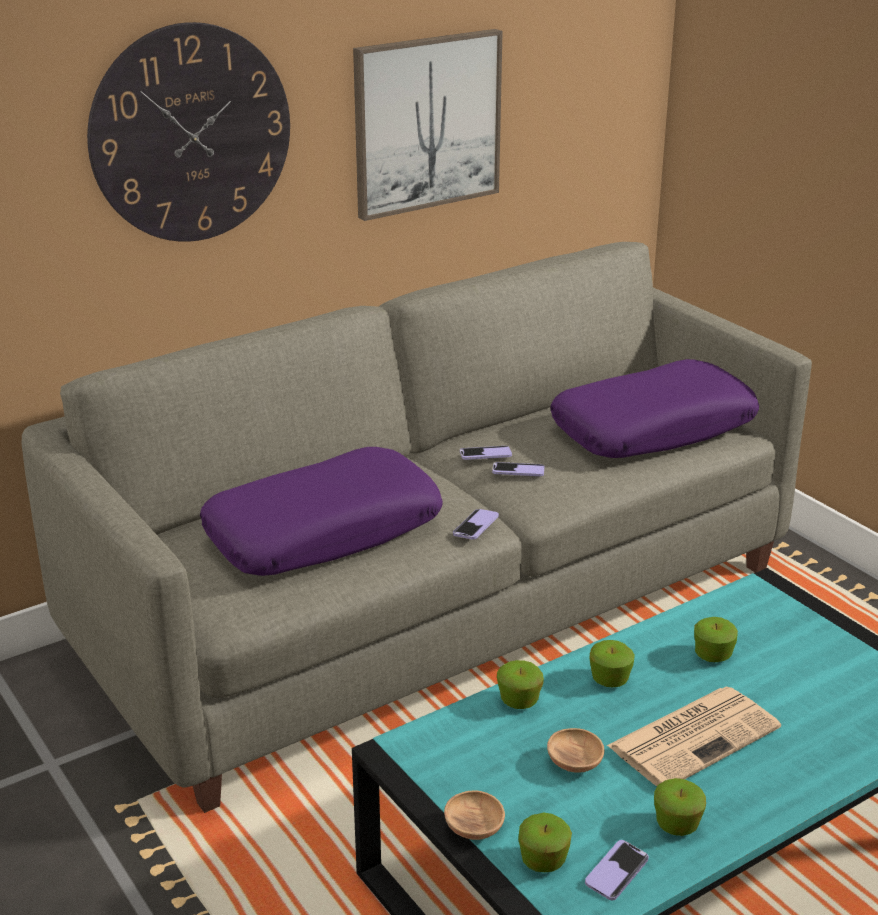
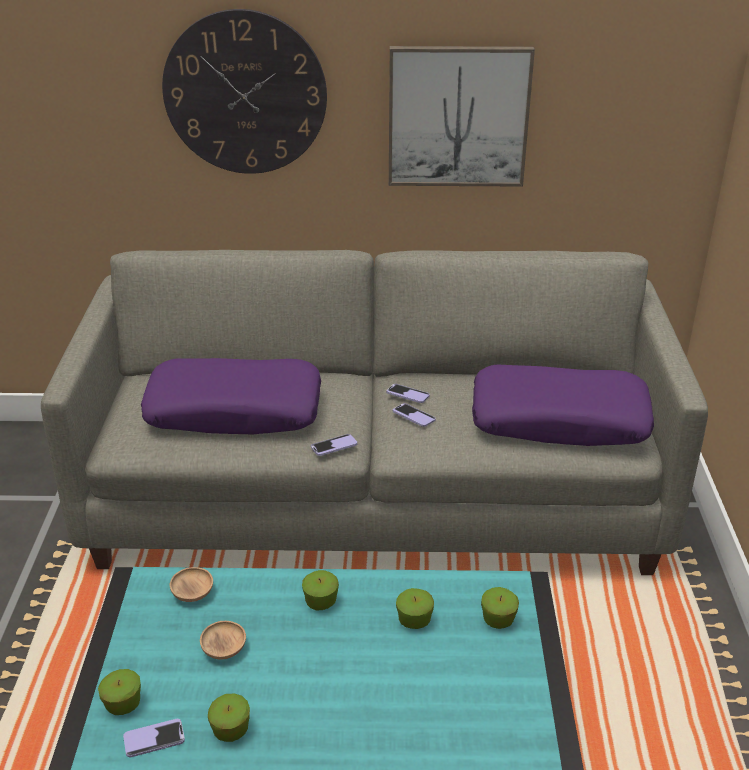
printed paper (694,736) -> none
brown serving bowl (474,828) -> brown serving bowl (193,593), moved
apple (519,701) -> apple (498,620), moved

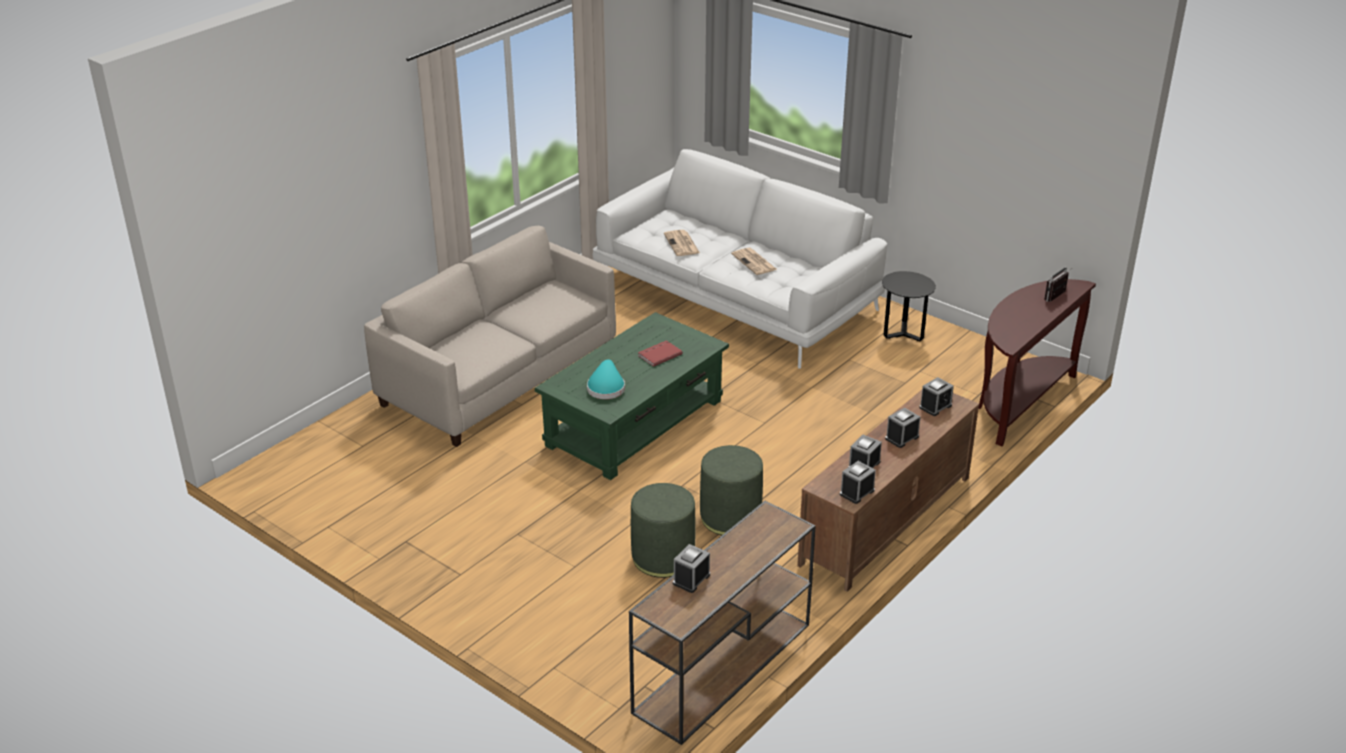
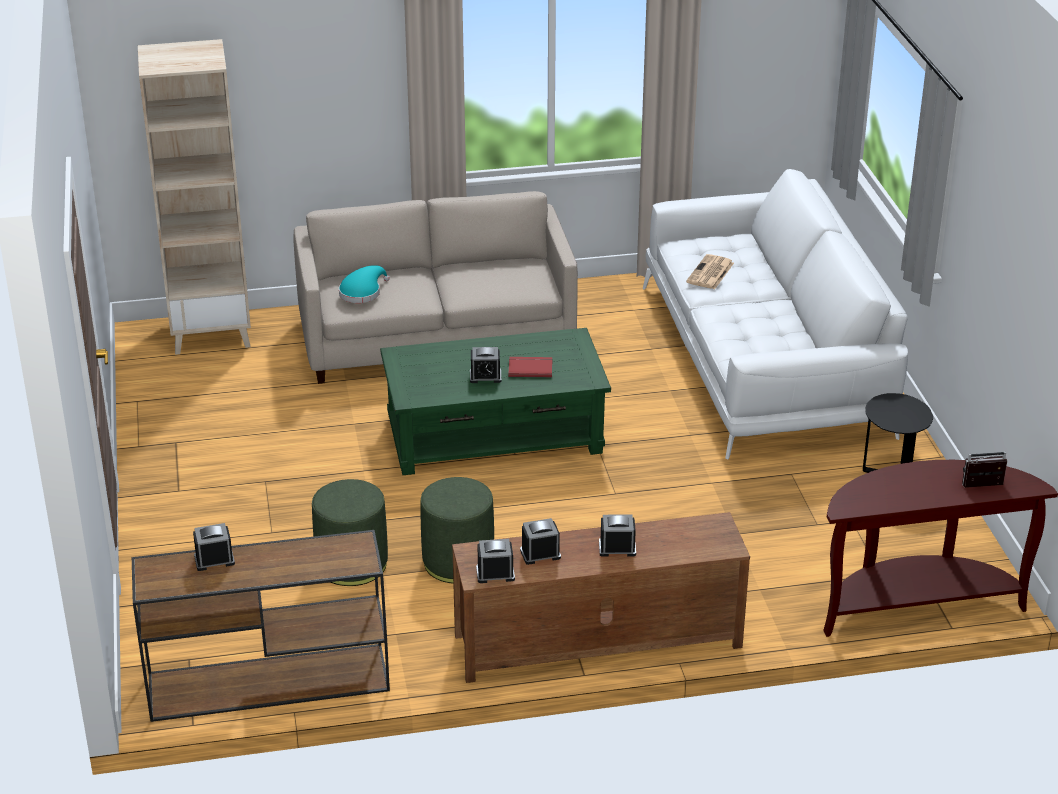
printed paper (754,262) -> none
none -> sand-coloured bookcase (212,334)
turquoise-coloured wearable hat (606,387) -> turquoise-coloured wearable hat (362,292), moved
bedside clock (935,406) -> bedside clock (485,376), moved

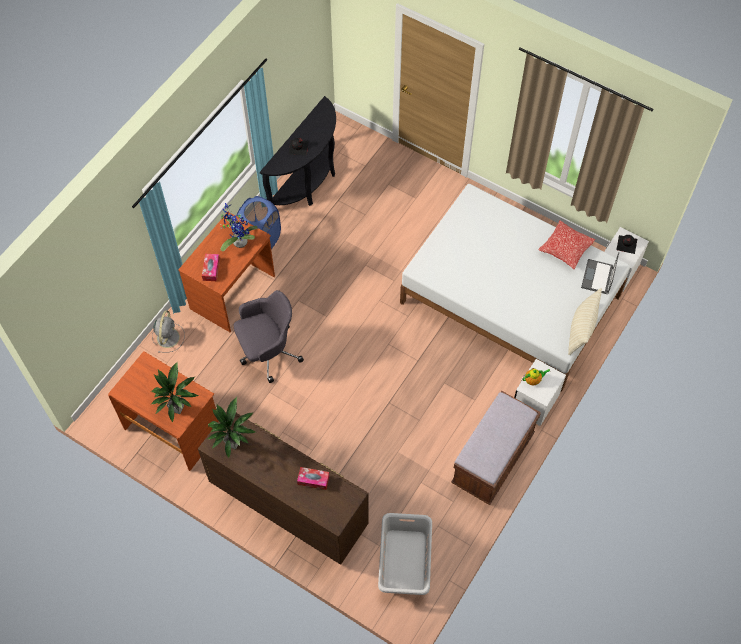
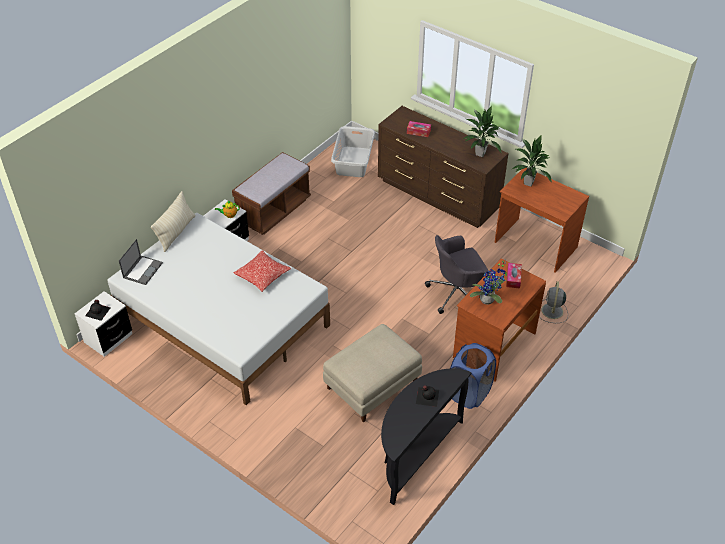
none -> sand-coloured footrest (372,386)
throw pillow (565,248) -> throw pillow (262,275), moved

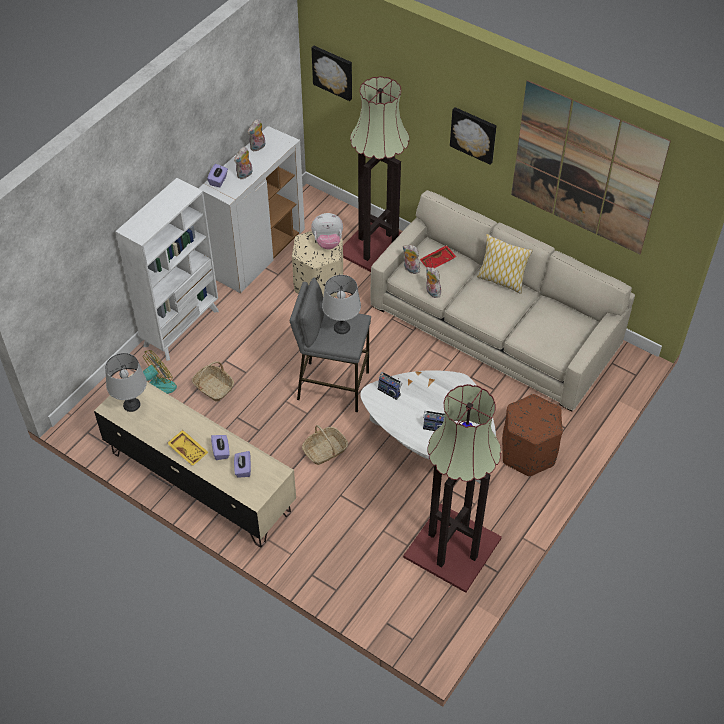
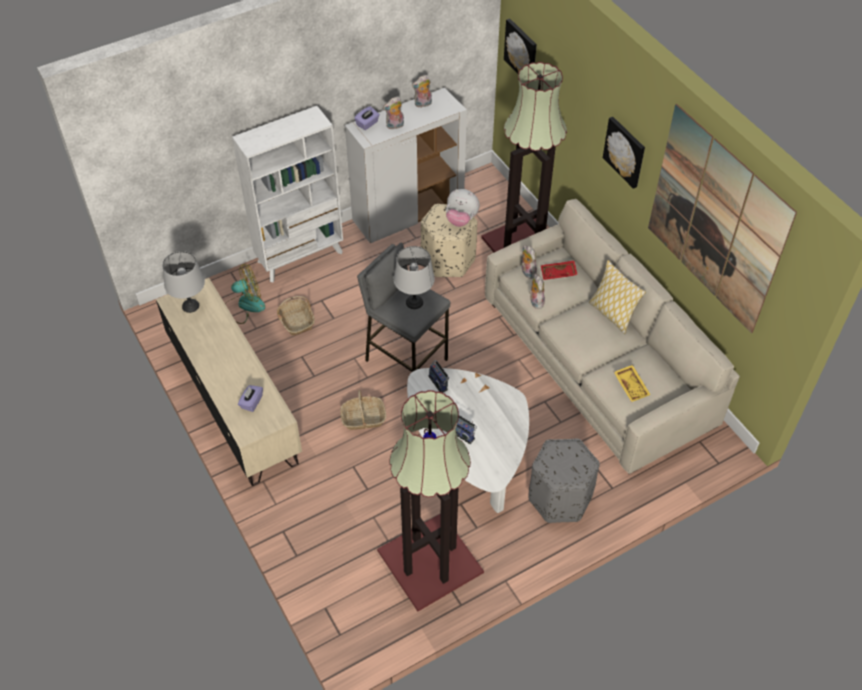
purplish tissue holder (221,451) -> none
yellowish carrying tray (188,450) -> yellowish carrying tray (631,386), moved
brown footrest (528,453) -> grey footrest (559,498)

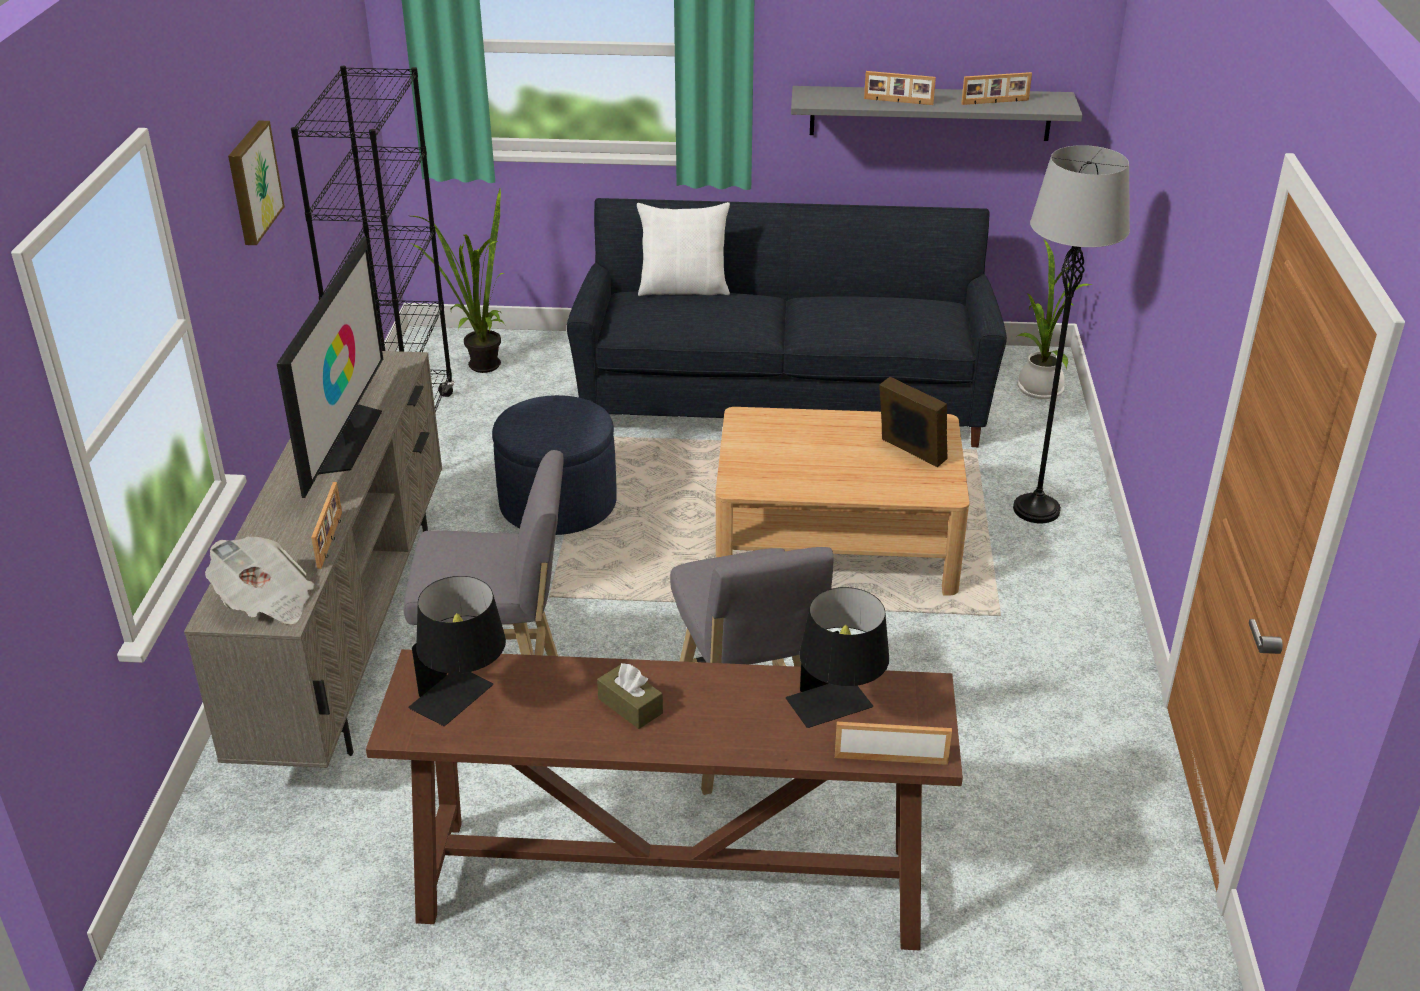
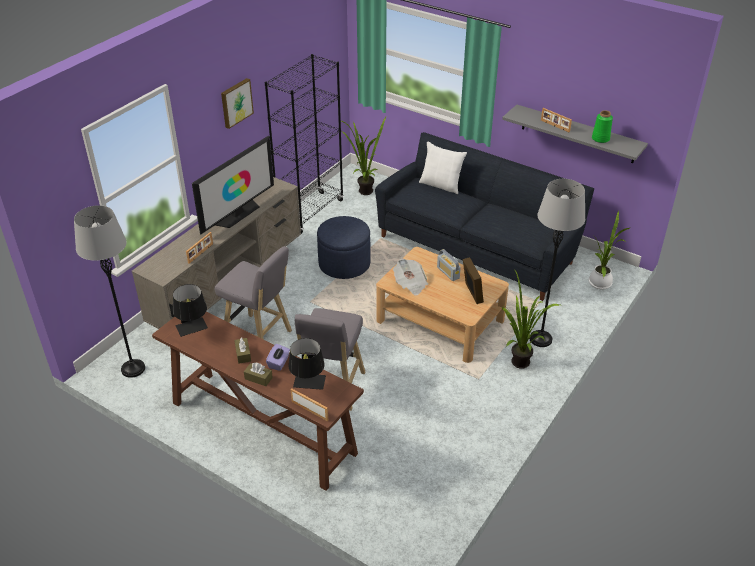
none -> grey floor lamp (133,369)
none -> brown tissue holder (258,378)
none -> purplish tissue holder (279,363)
none -> radio set (448,272)
none -> potted plant (517,365)
printed paper (265,601) -> printed paper (410,284), moved
standing frame (995,102) -> green vase (601,139)

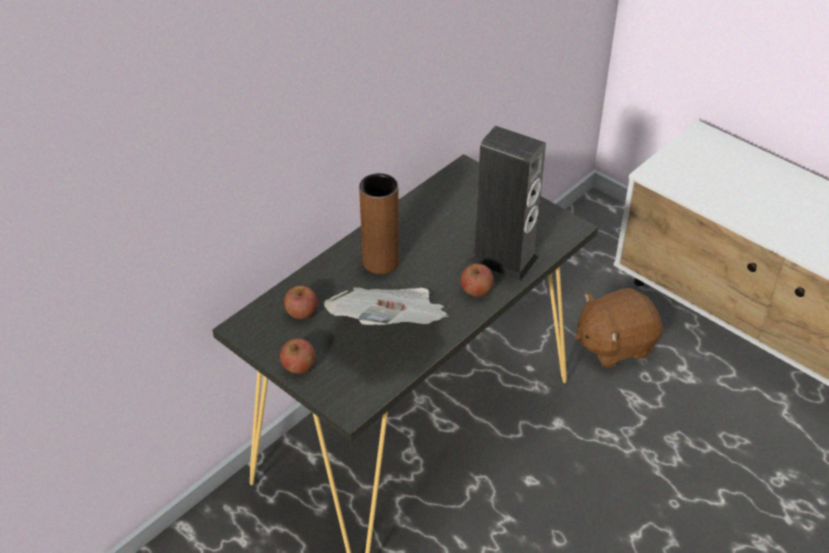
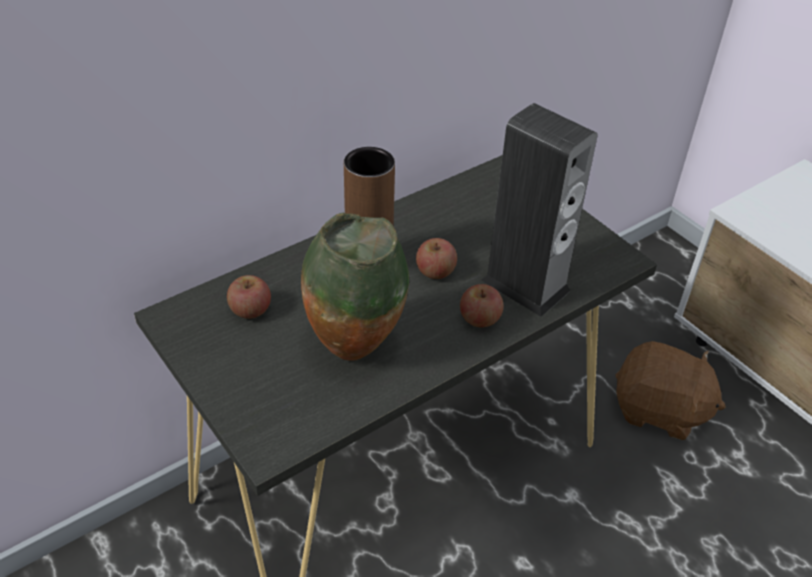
apple (298,366) -> apple (435,271), moved
printed paper (390,327) -> vase (355,349)
brown soft toy (614,344) -> brown soft toy (659,410), 150 degrees counterclockwise

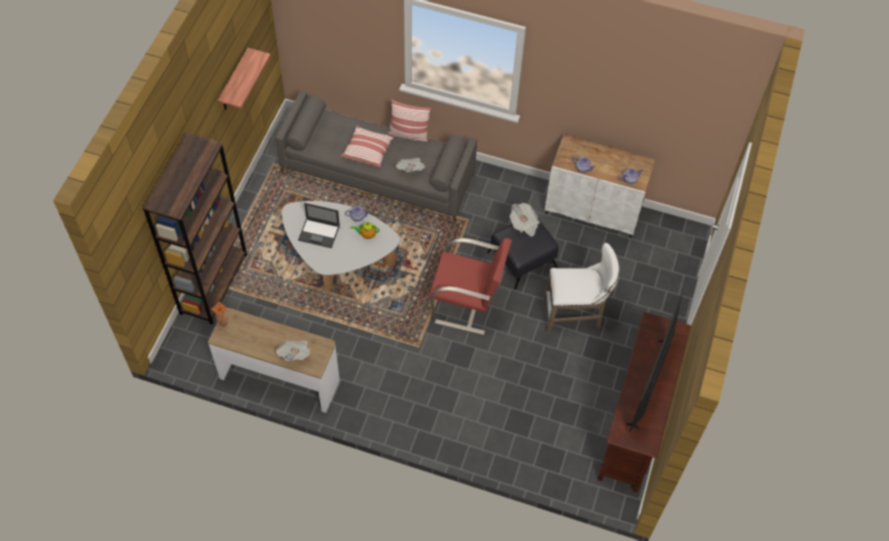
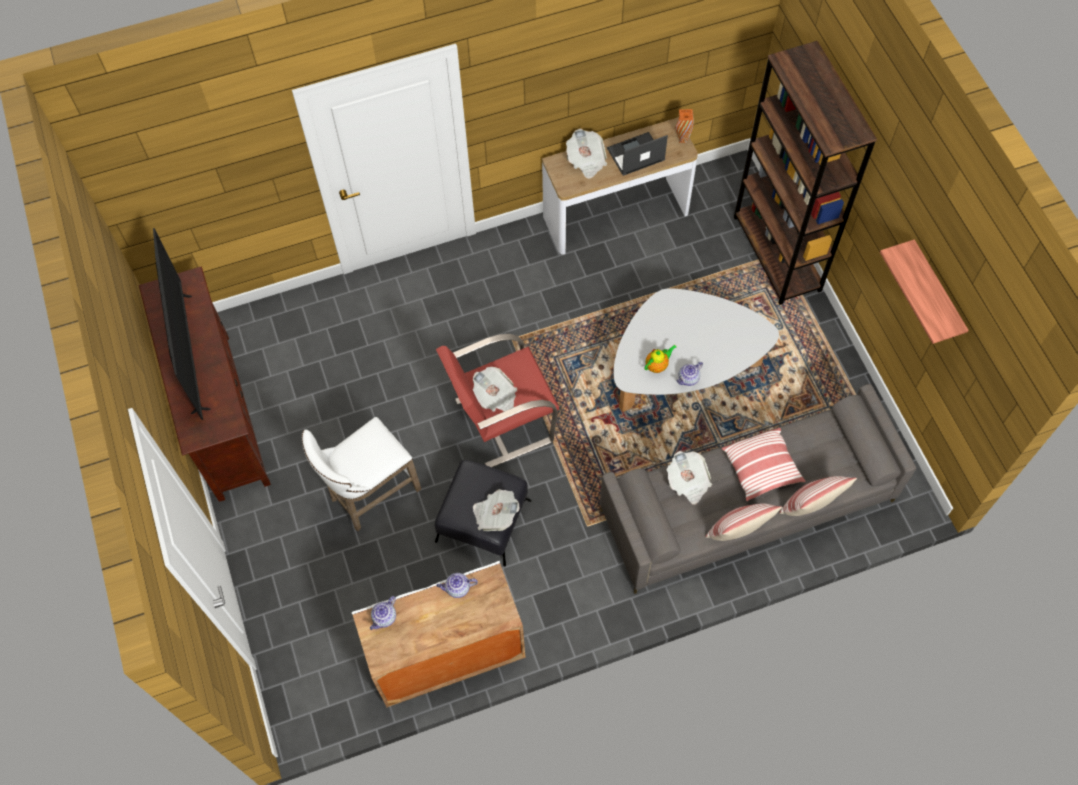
none -> printed paper (495,397)
none -> throw pillow (810,505)
laptop (319,233) -> laptop (635,154), moved

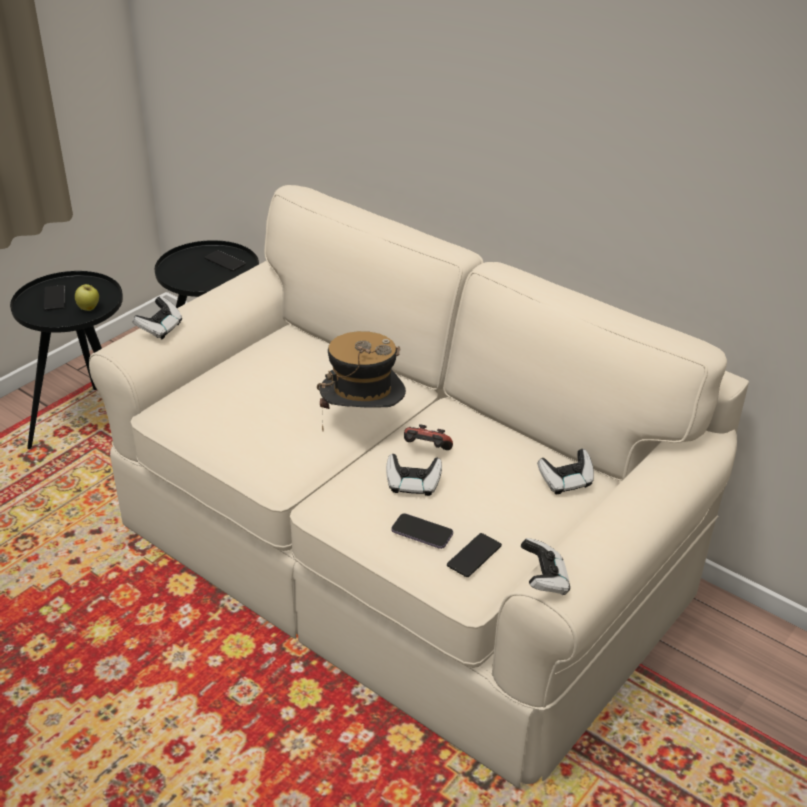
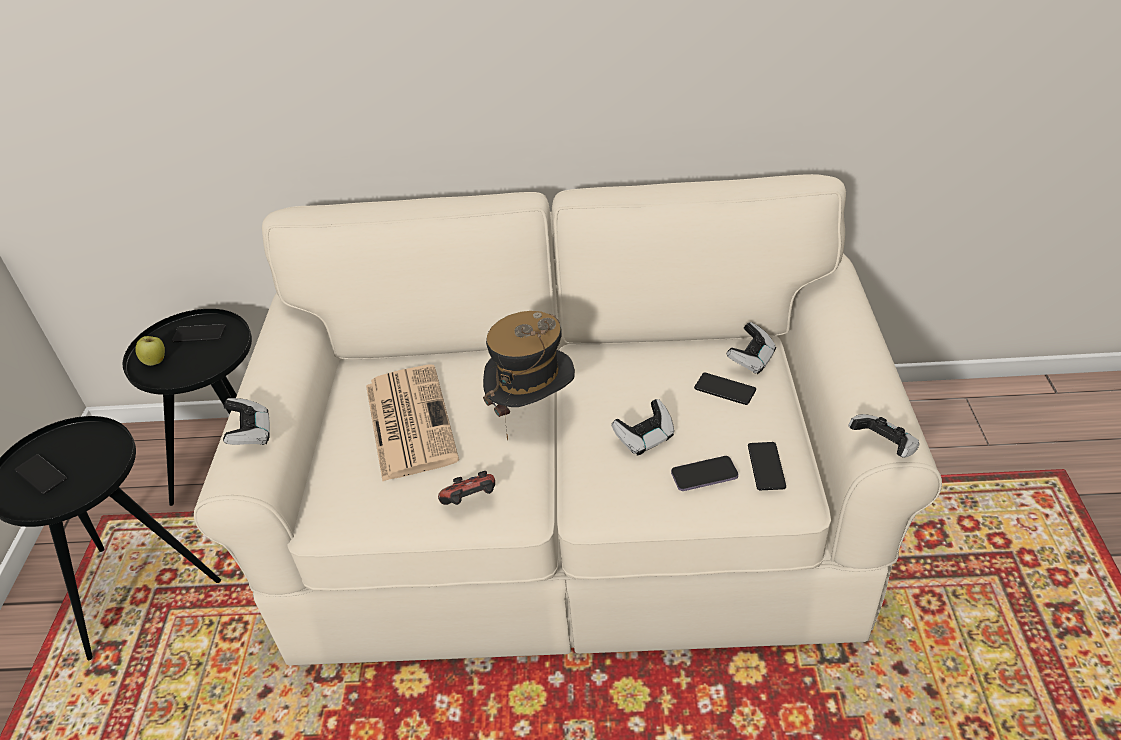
none -> printed paper (409,421)
none -> phone (725,389)
apple (89,309) -> apple (156,362), moved
gamepad (426,451) -> gamepad (471,502), moved

